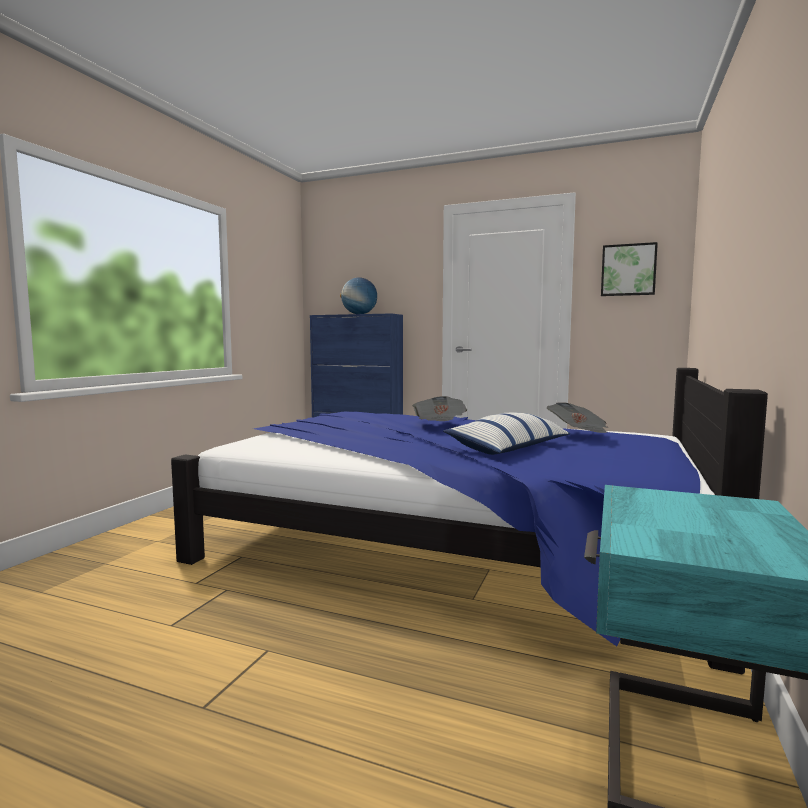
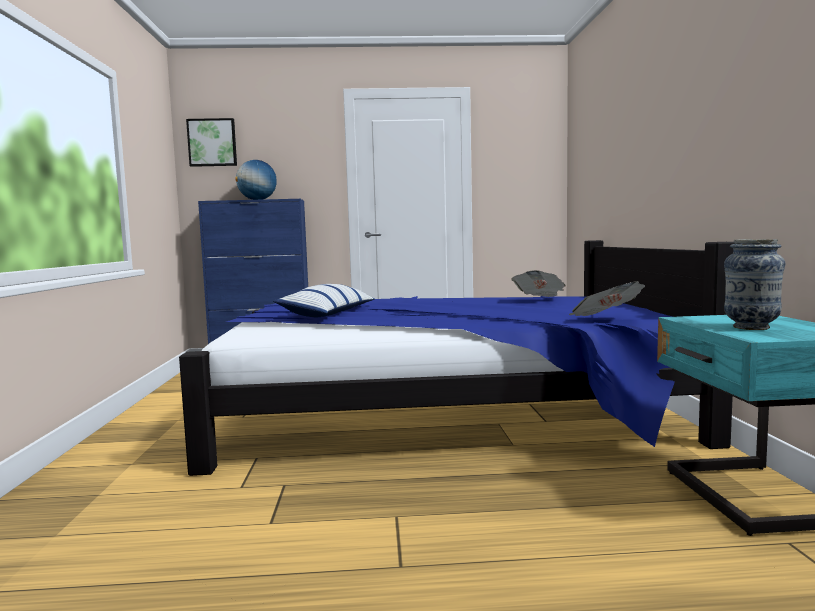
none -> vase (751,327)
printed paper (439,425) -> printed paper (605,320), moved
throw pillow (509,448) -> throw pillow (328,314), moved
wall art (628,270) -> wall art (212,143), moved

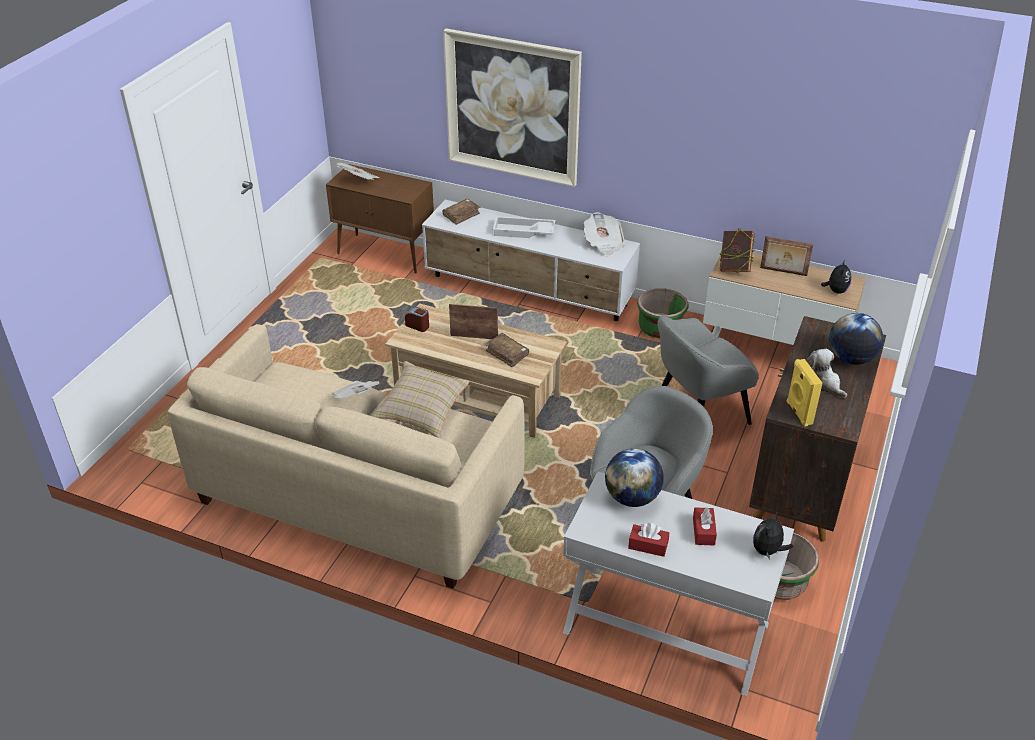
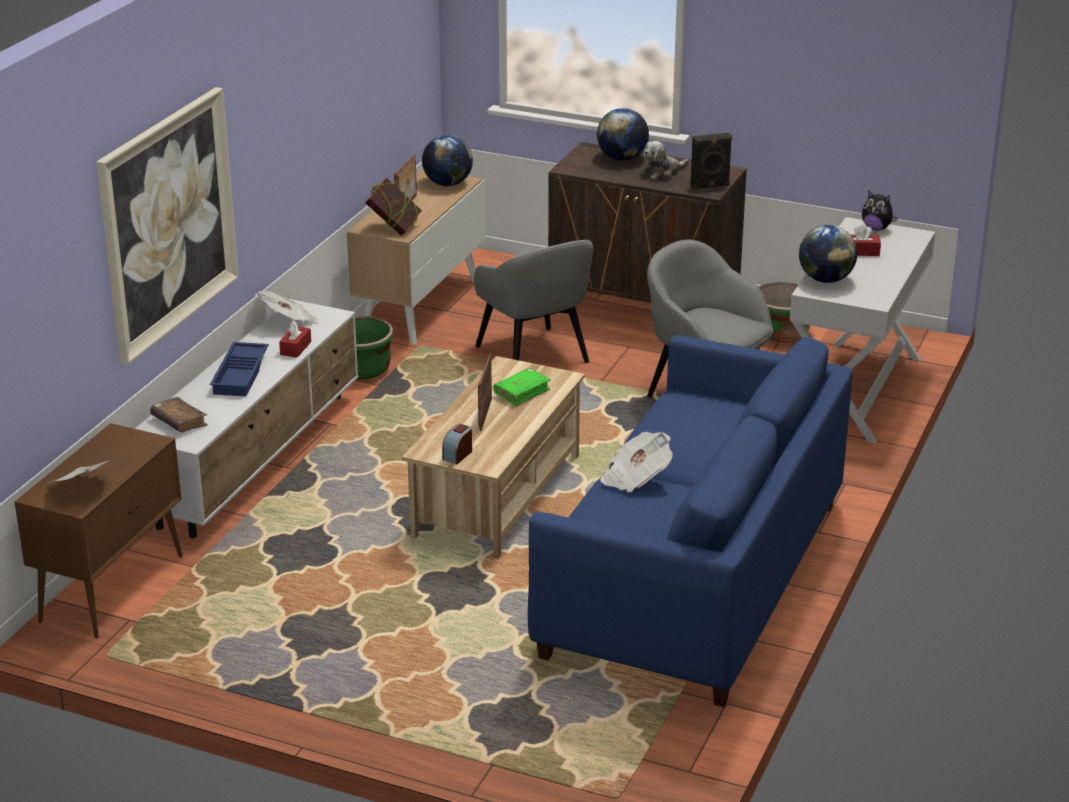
sand-coloured throw pillow (421,410) -> none
red tissue holder (648,545) -> red tissue holder (295,348), moved
soft toy (835,291) -> globe (447,184)
sand-coloured settee (358,496) -> blue settee (694,578)
brown volume (507,353) -> green volume (522,392)
white-coloured carrying tray (523,232) -> blue carrying tray (241,375)
yellowish speaker (798,413) -> black-coloured speaker (710,186)

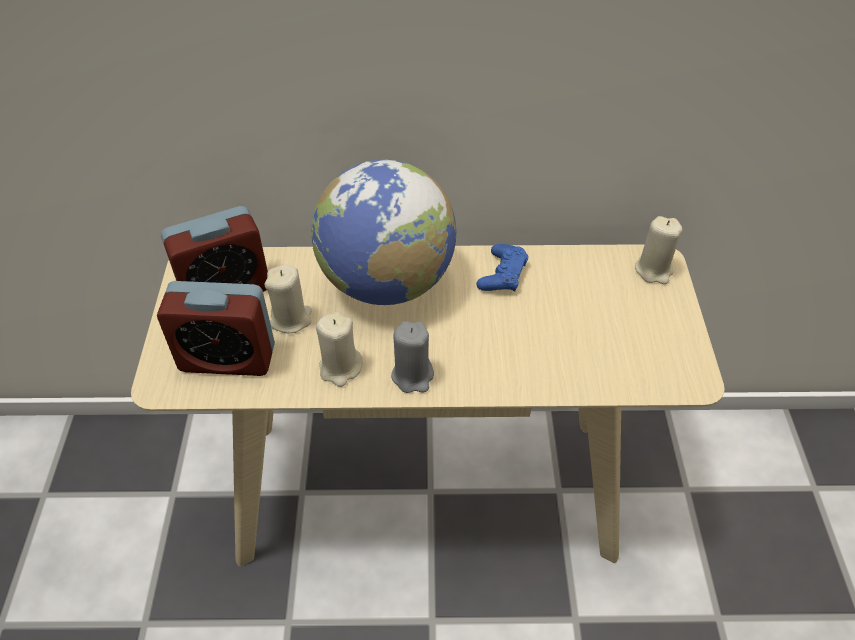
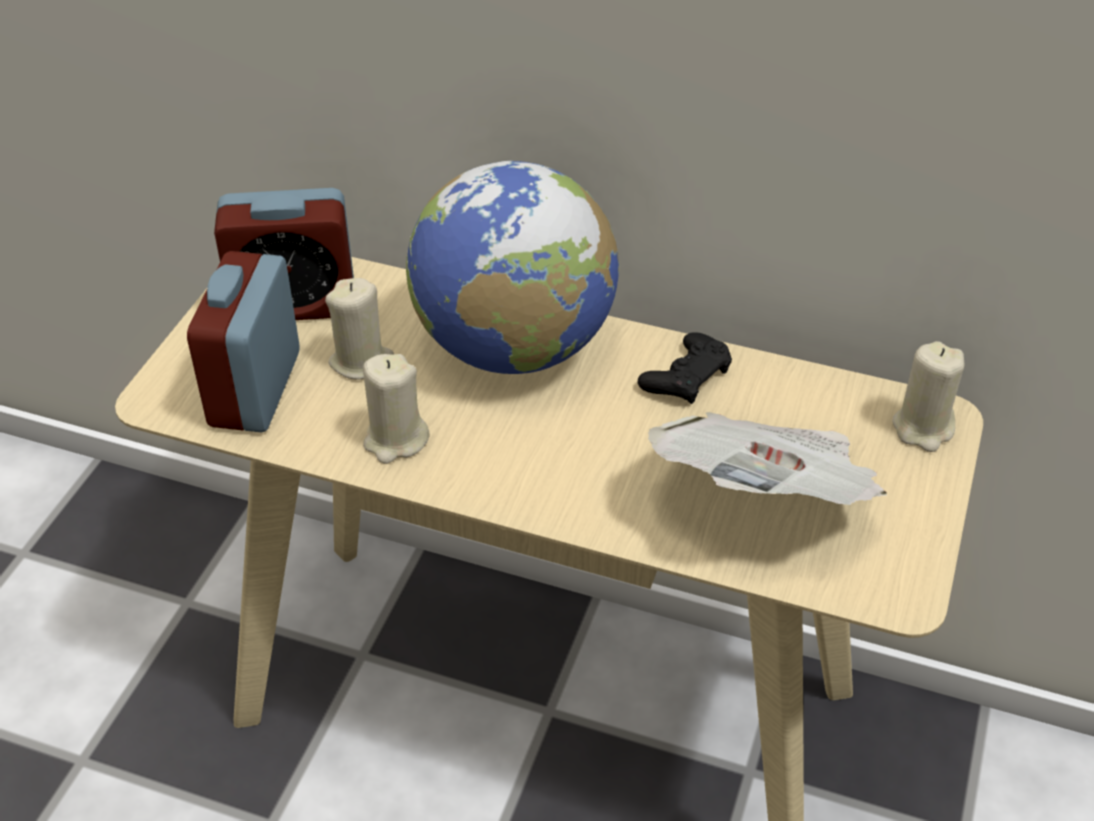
grey wax light (413,375) -> none
none -> printed paper (767,498)
blue gamepad (502,274) -> black-coloured gamepad (686,377)
bedside clock (227,358) -> bedside clock (255,389), 75 degrees clockwise

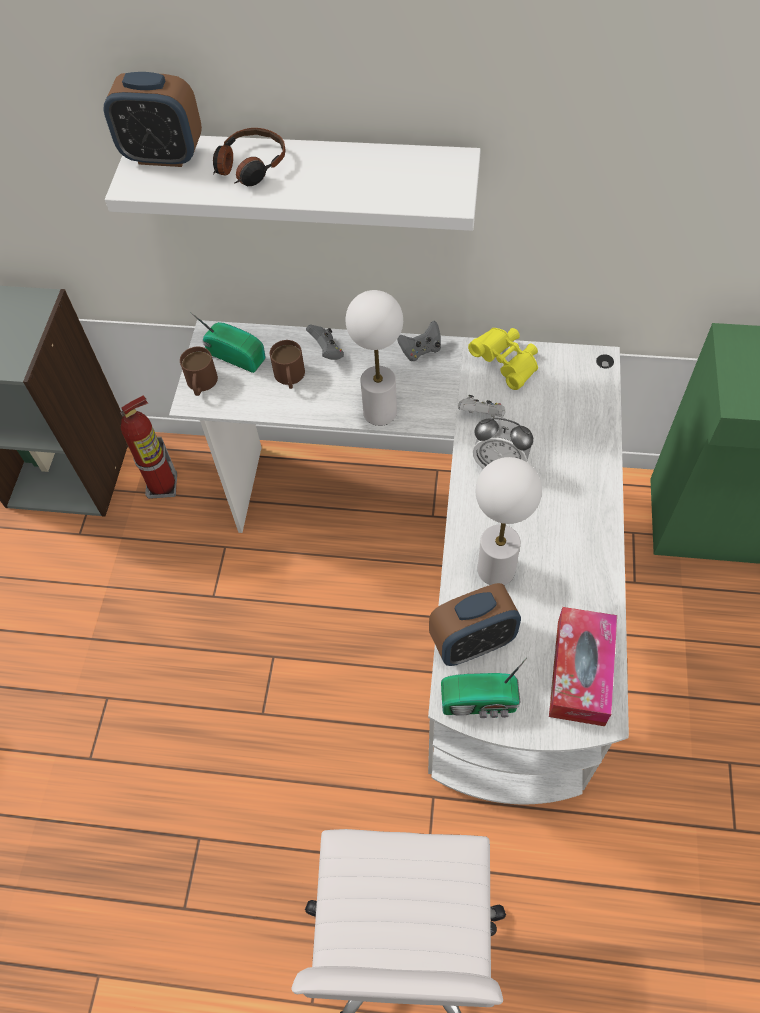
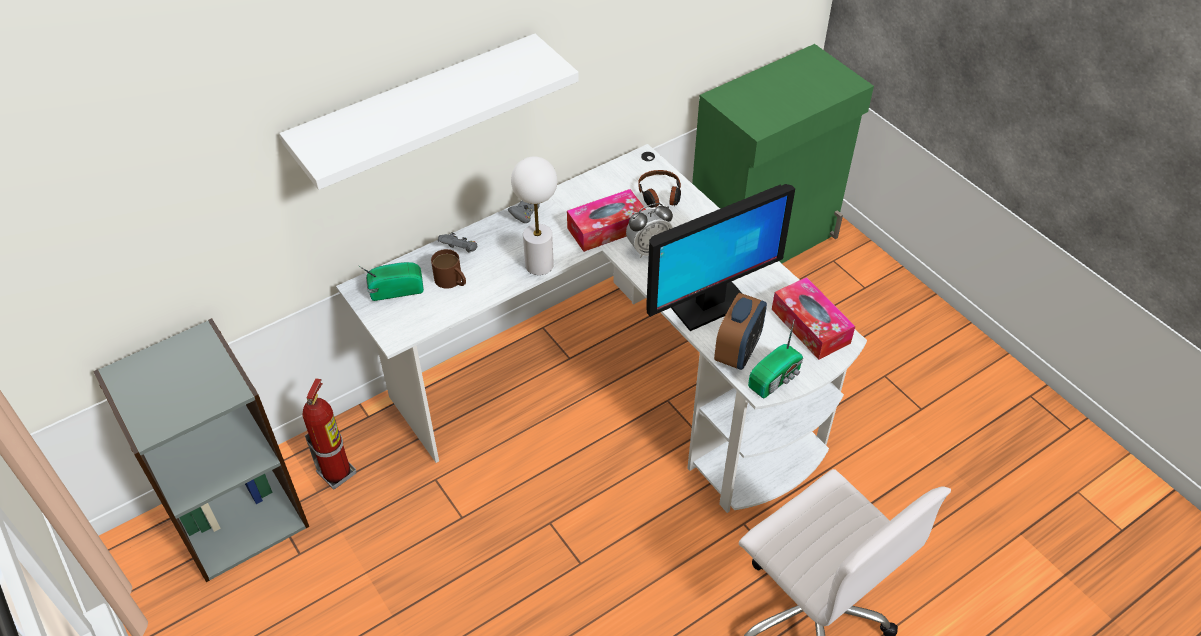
bedside clock (163,156) -> none
brown mug (201,384) -> none
yellowish pair of binoculars (506,364) -> none
pair of headphones (250,166) -> pair of headphones (660,195), moved
white-coloured gamepad (481,415) -> tissue holder (607,228)
white-coloured lamp for a table (496,569) -> computer screen (709,305)

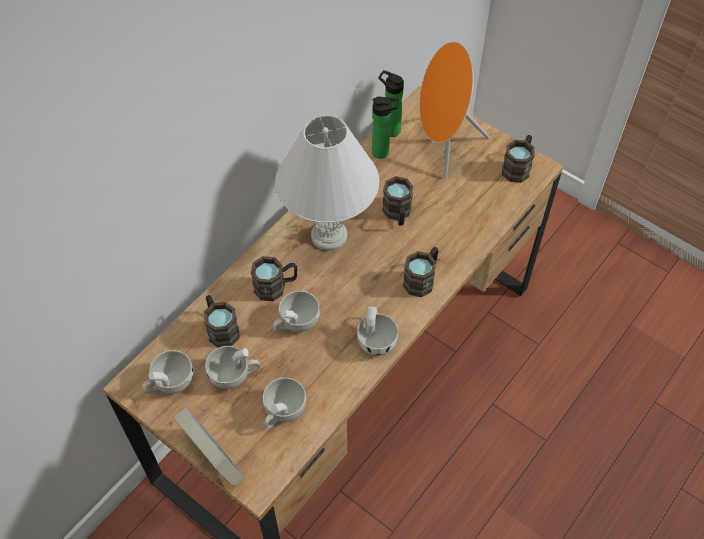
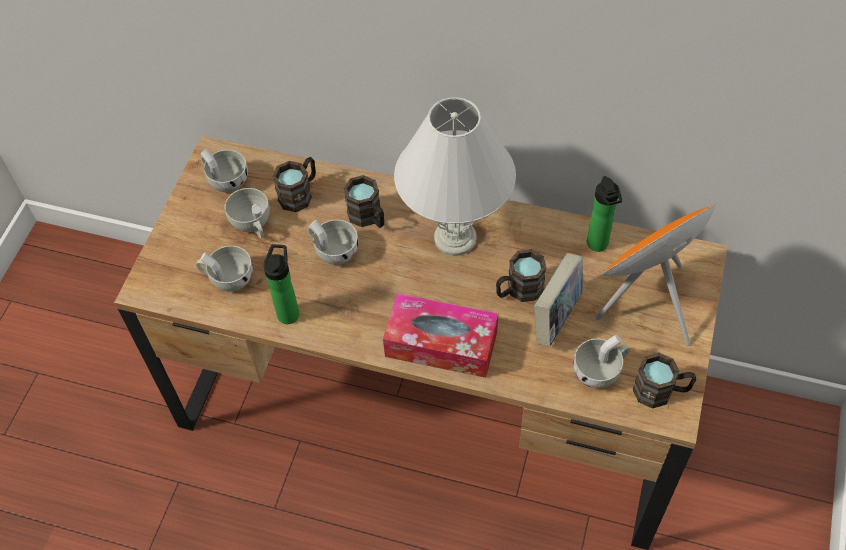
volume (213,459) -> volume (556,317), moved
white-coloured cup (376,338) -> white-coloured cup (600,371), moved
beverage bottle (389,129) -> beverage bottle (289,311), moved
brown mug (422,279) -> tissue holder (441,344)

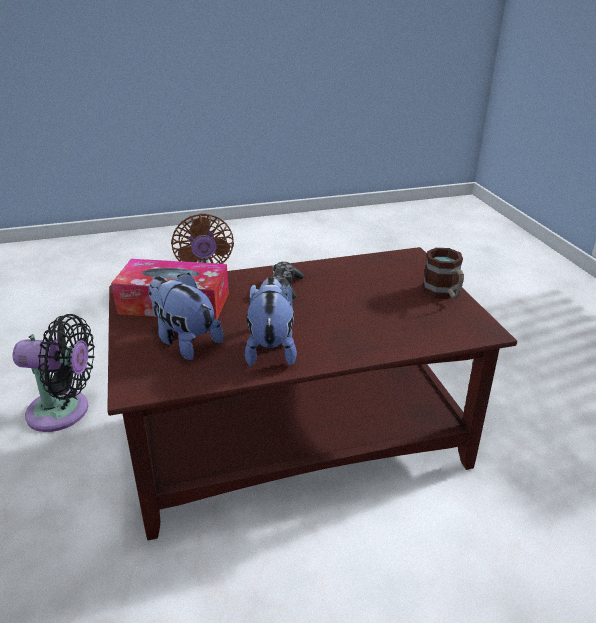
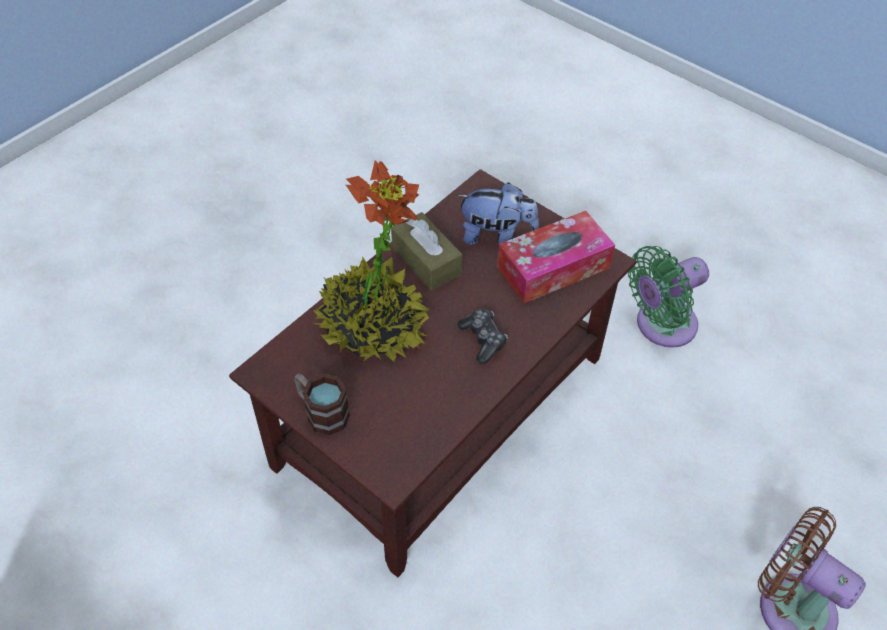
none -> potted plant (372,326)
soft toy (271,348) -> brown tissue holder (426,261)
black-coloured cooling fan (64,411) -> green cooling fan (660,325)

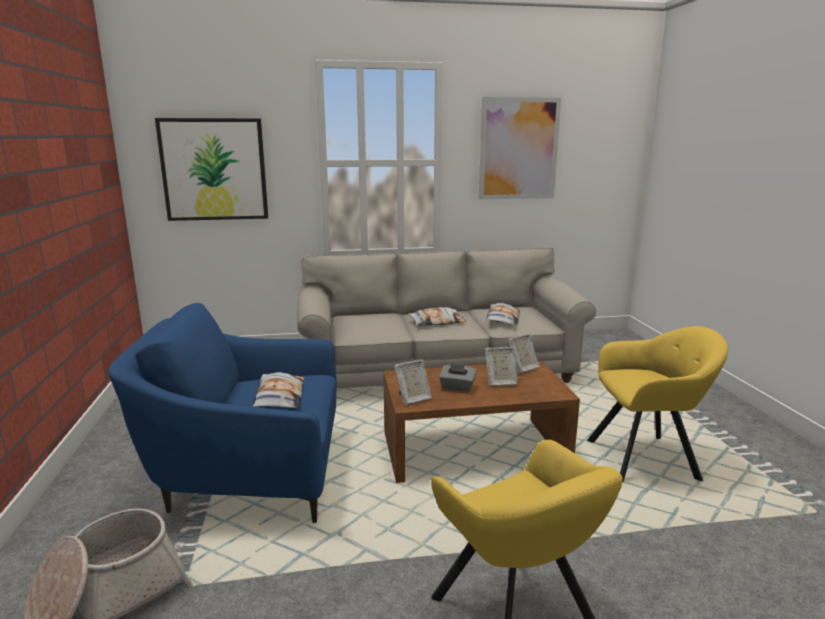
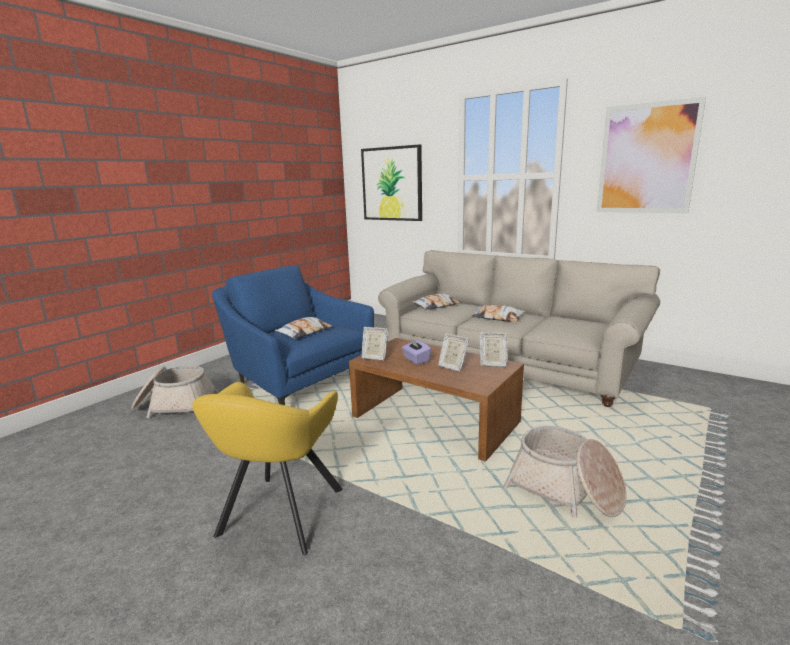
throw pillow (502,318) -> throw pillow (436,306), moved
yellowish lounge chair (647,459) -> household basket (565,489)
grey tissue holder (457,387) -> purplish tissue holder (416,360)

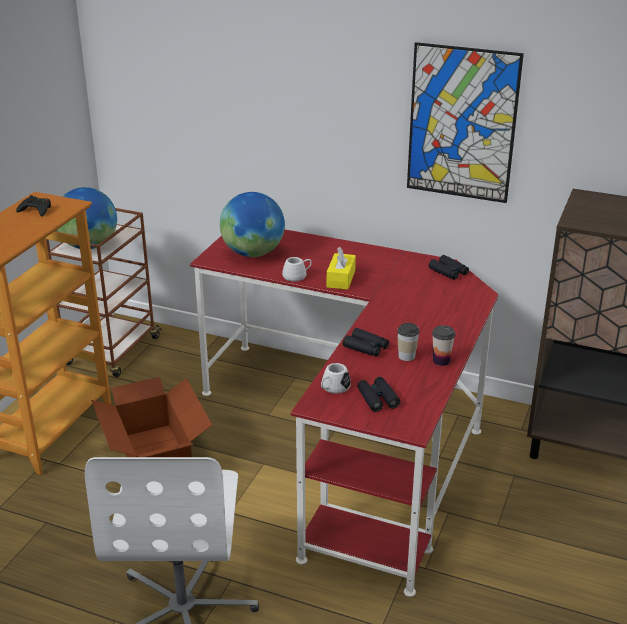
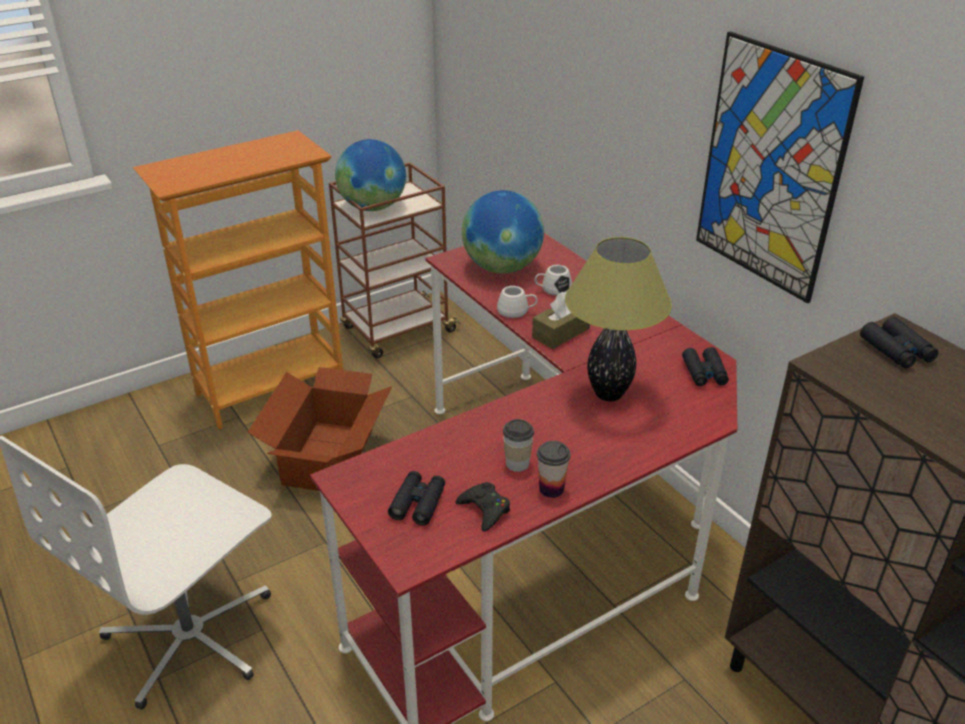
none -> lamp for a table (609,394)
black-coloured gamepad (36,210) -> black-coloured gamepad (485,509), moved
white-coloured mug (333,388) -> white-coloured mug (552,289), moved
black-coloured pair of binoculars (366,347) -> black-coloured pair of binoculars (897,350), moved
yellowish tissue holder (341,279) -> brown tissue holder (561,333)

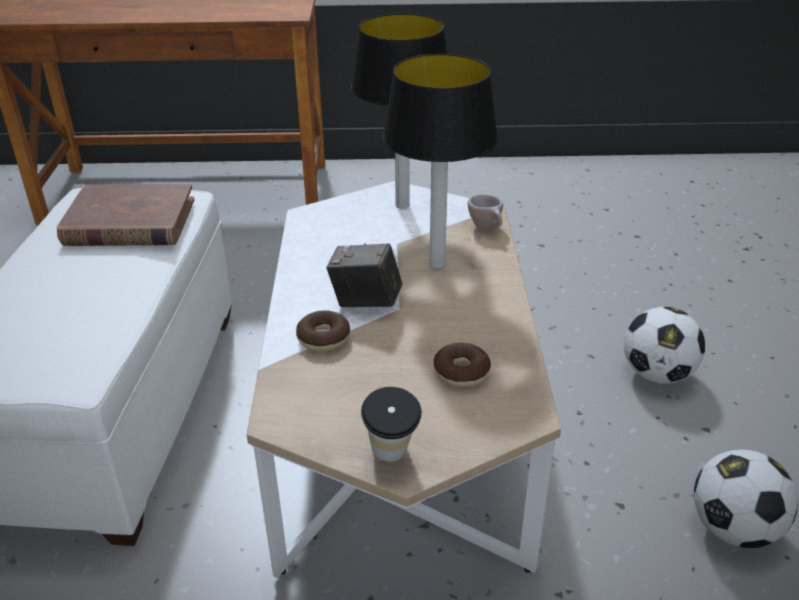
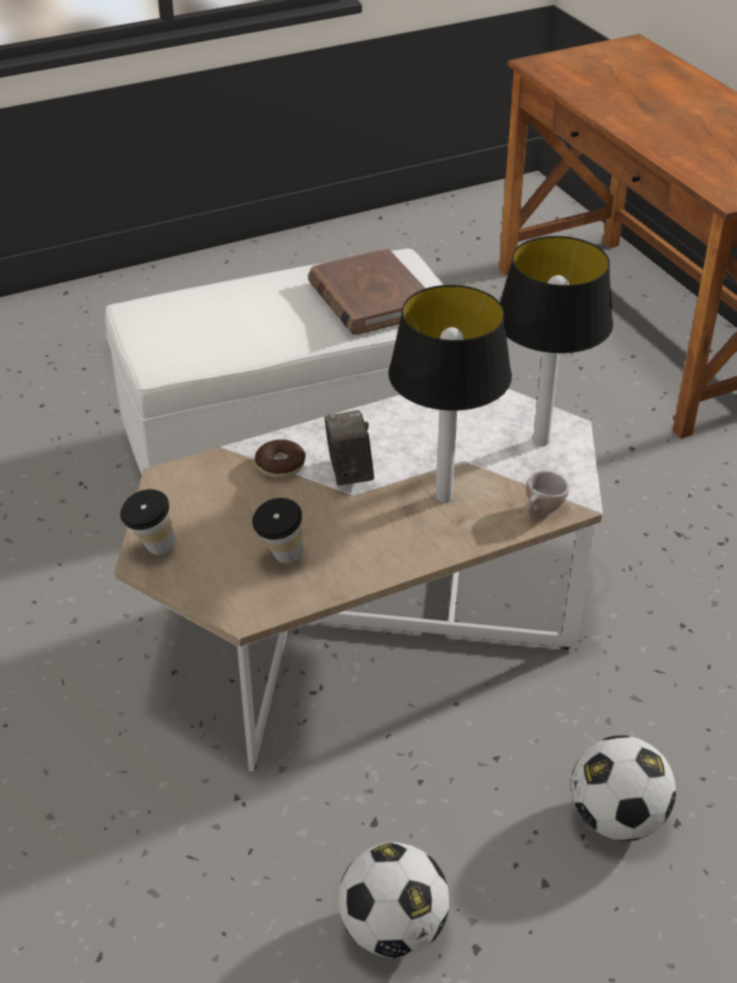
doughnut (461,372) -> cup (280,558)

